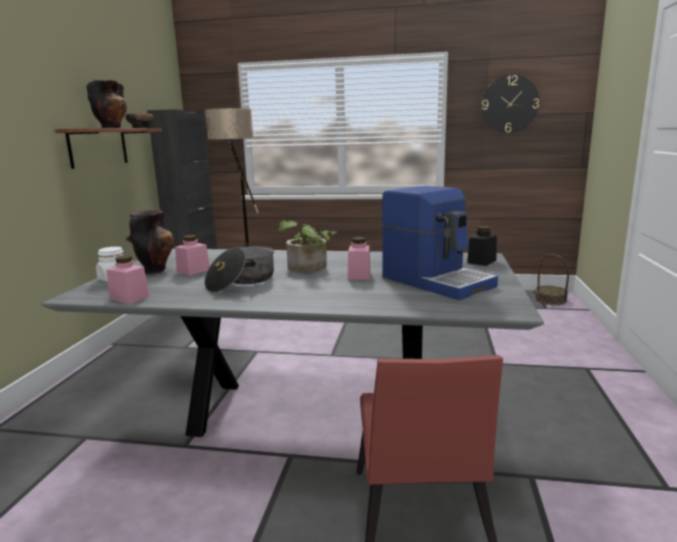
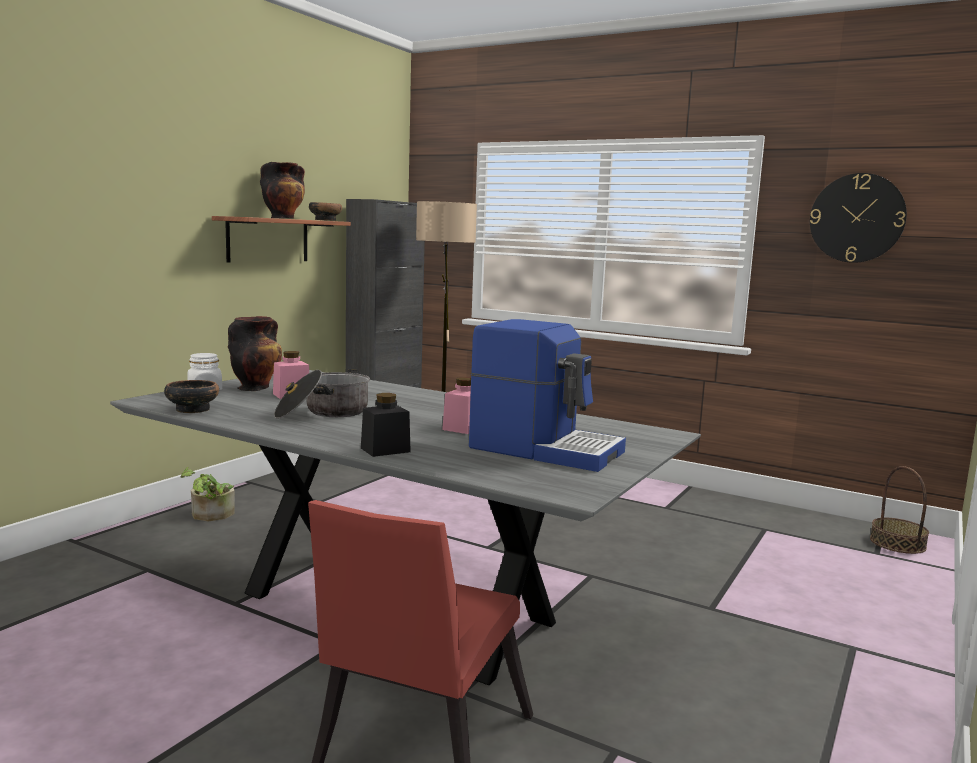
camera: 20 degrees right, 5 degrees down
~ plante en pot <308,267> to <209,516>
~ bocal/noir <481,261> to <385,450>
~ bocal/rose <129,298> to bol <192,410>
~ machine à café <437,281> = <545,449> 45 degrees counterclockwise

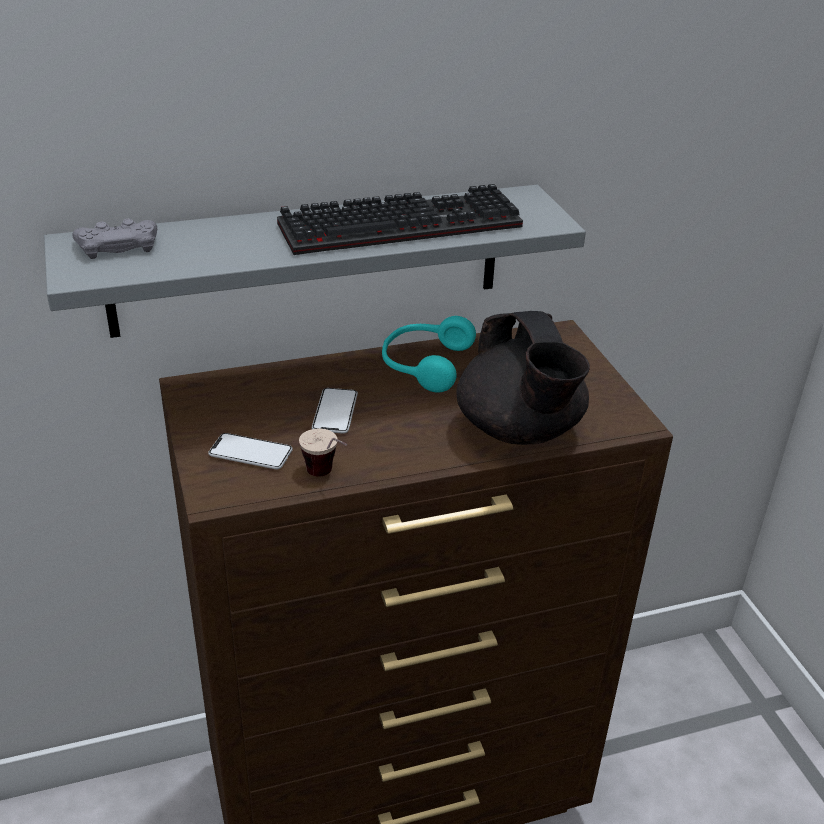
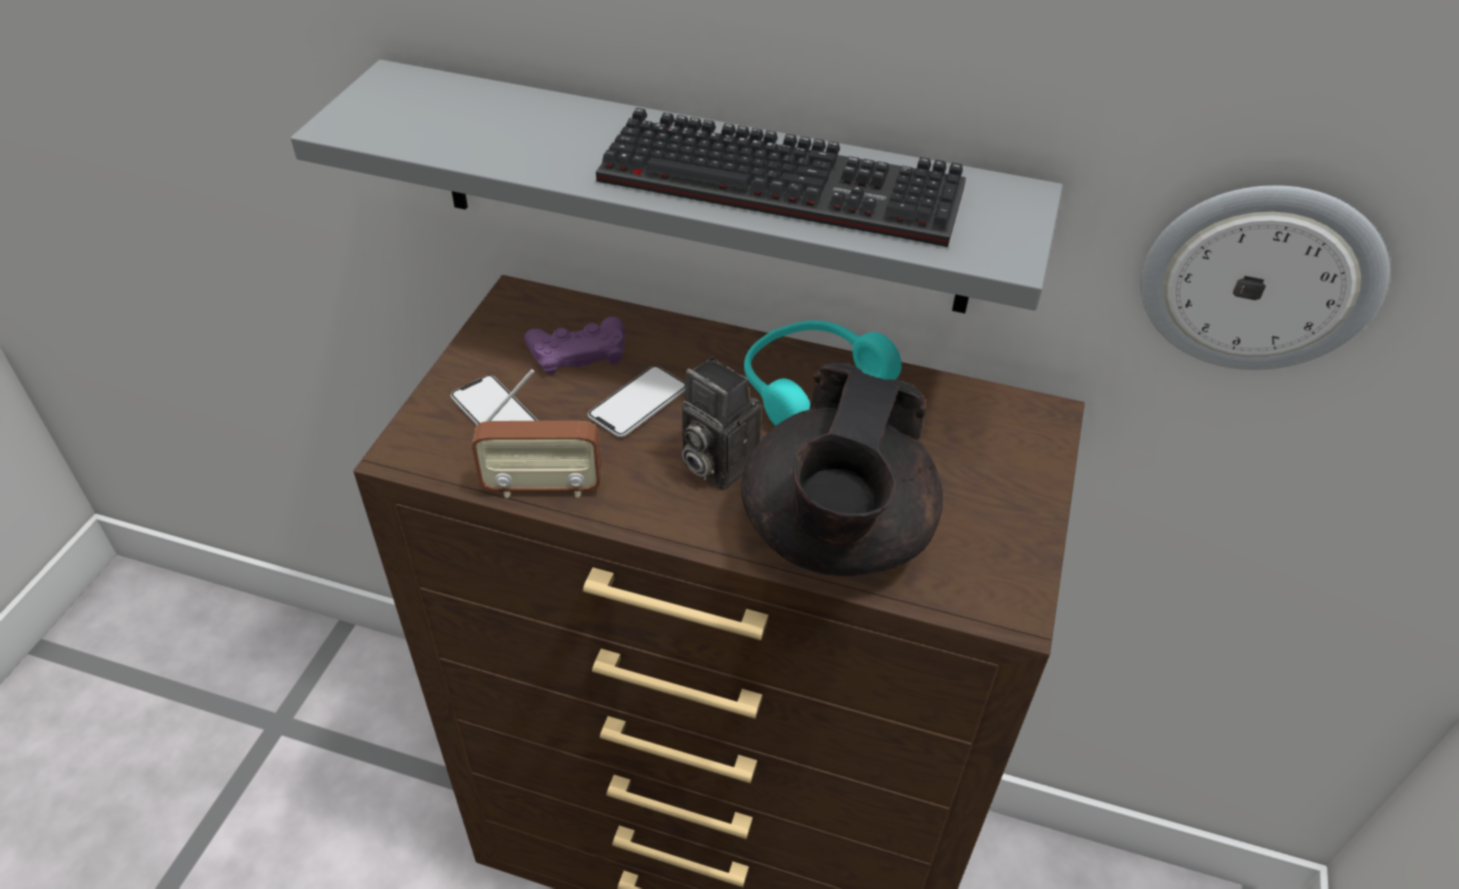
camera: 35 degrees right, 10 degrees up
- manette/gris <118,245>
+ manette/violet <578,352>
+ appareil photo <714,463>
+ horloge murale <1259,278>
~ tasse <327,477> to radio <542,487>

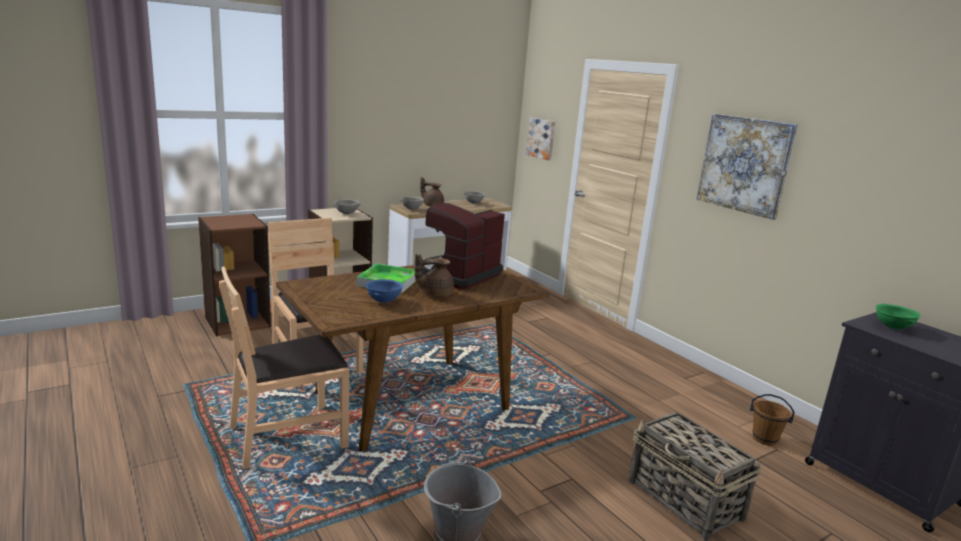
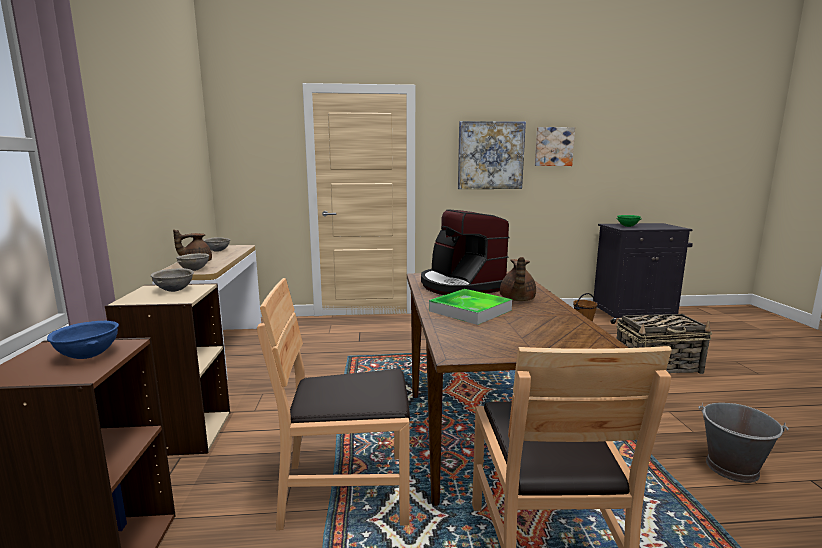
camera: 60 degrees left, 5 degrees down
~ bol/bleu <383,301> to <87,356>
~ tableau <541,138> to <553,146>

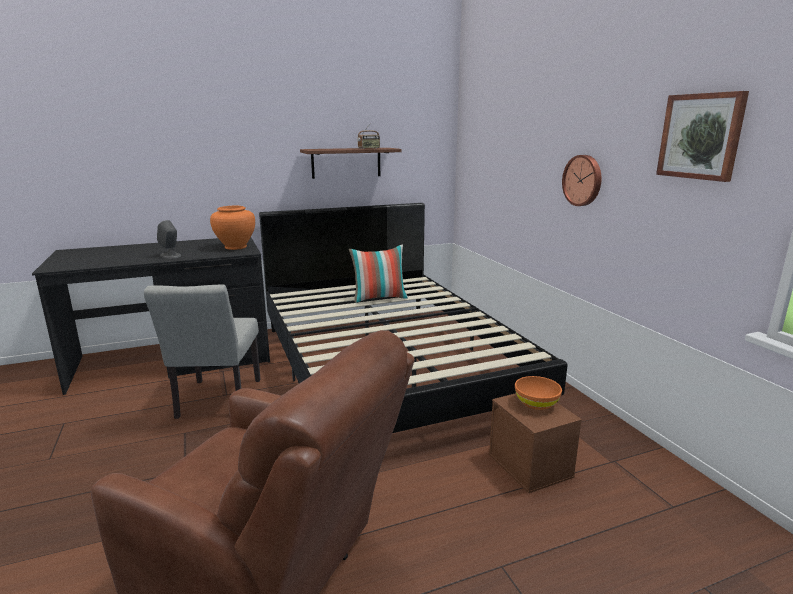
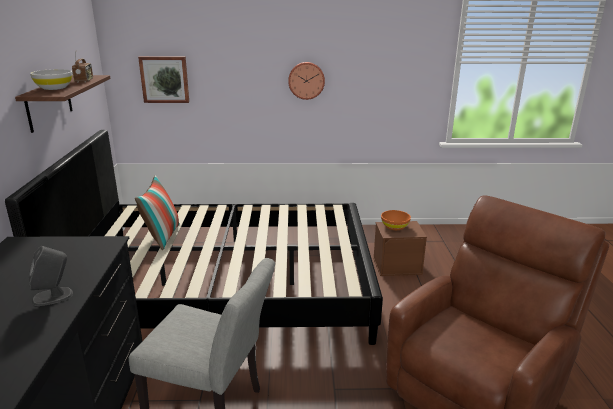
camera: 70 degrees left, 5 degrees up
- vase/orange <235,247>
+ bol/blanc <54,88>
~ tableau <701,136> to <165,79>

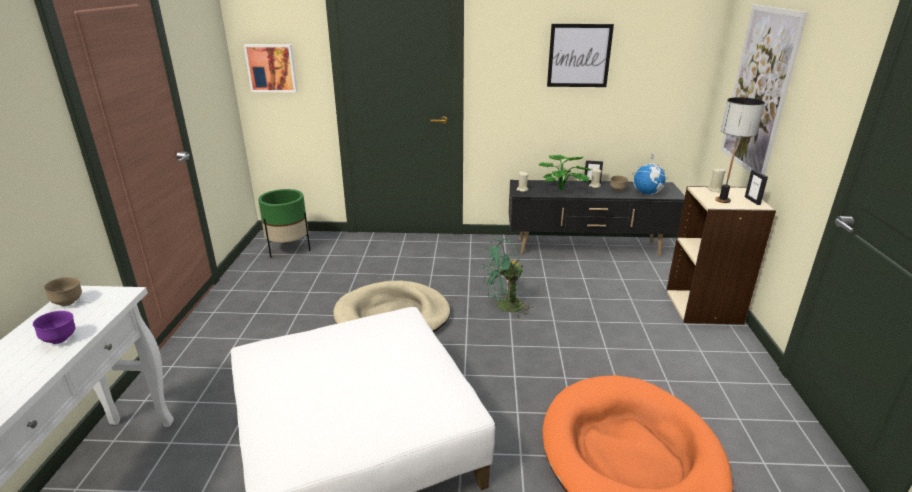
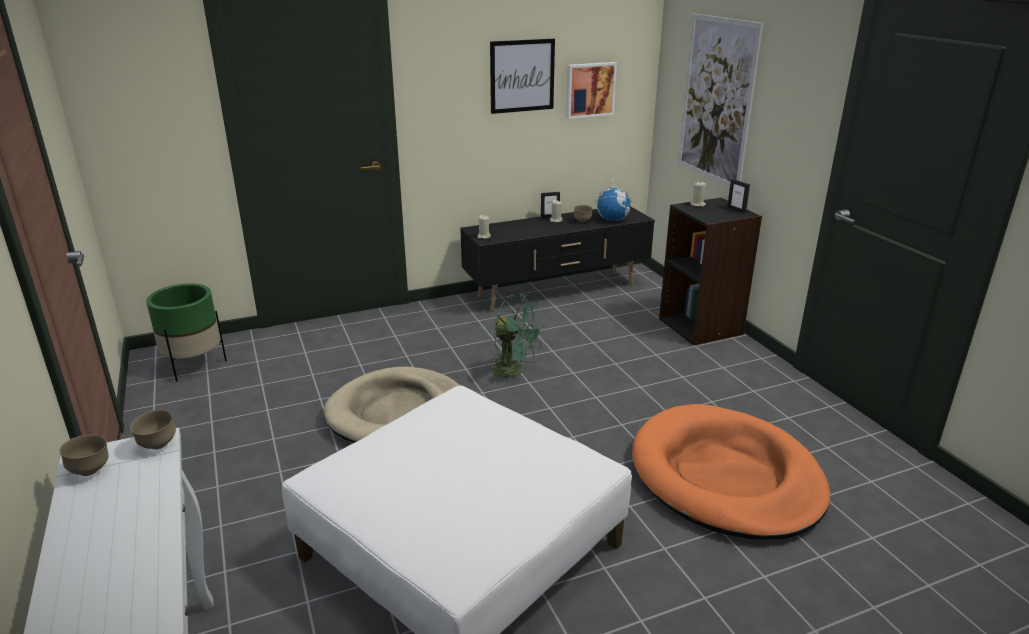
camera: 25 degrees left, 0 degrees up
- bol/violet <61,340>
- plante en pot <563,189>
- lampe de table <723,200>
+ bol/marron <158,446>
~ tableau <272,68> to <589,89>
~ bibliothèque/beige <704,307> to bibliothèque/noir <701,326>
~ ventilateur/vert <504,307> = <514,371> 105 degrees counterclockwise

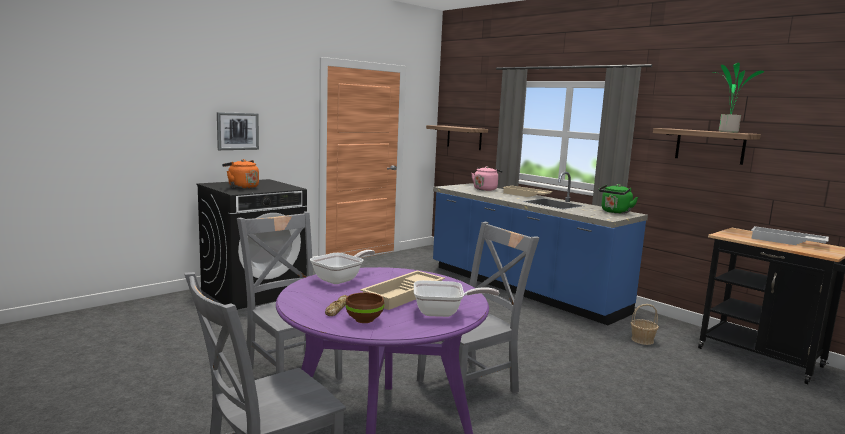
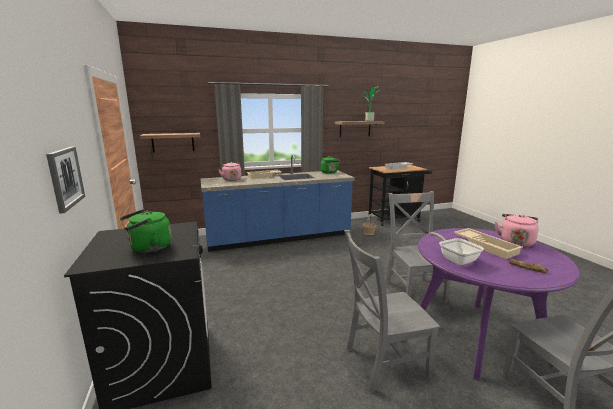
camera: 65 degrees left, 5 degrees up
- bol/marron <364,320>
~ poêle <444,313> to bouilloire/rose <515,242>
~ bouilloire/orange <242,187> to bouilloire/vert <148,248>

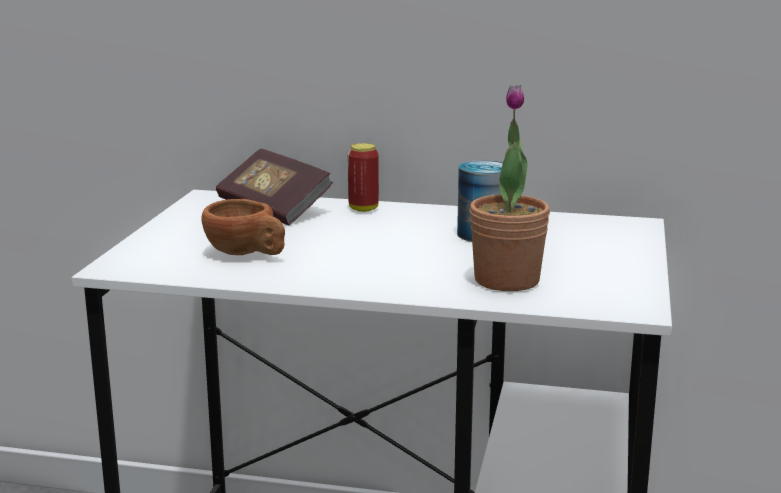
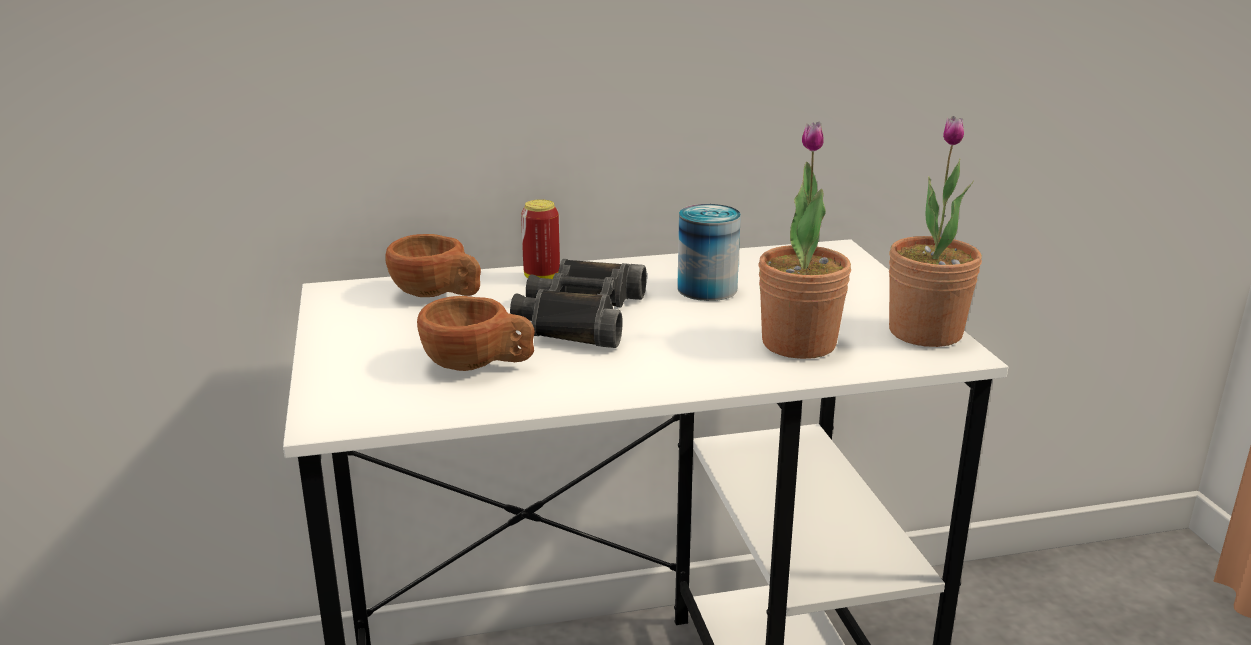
camera: 25 degrees left, 5 degrees up
+ jumelles/noir <579,316>
+ plante en pot <925,332>
~ livre <274,209> to tasse/marron <438,295>

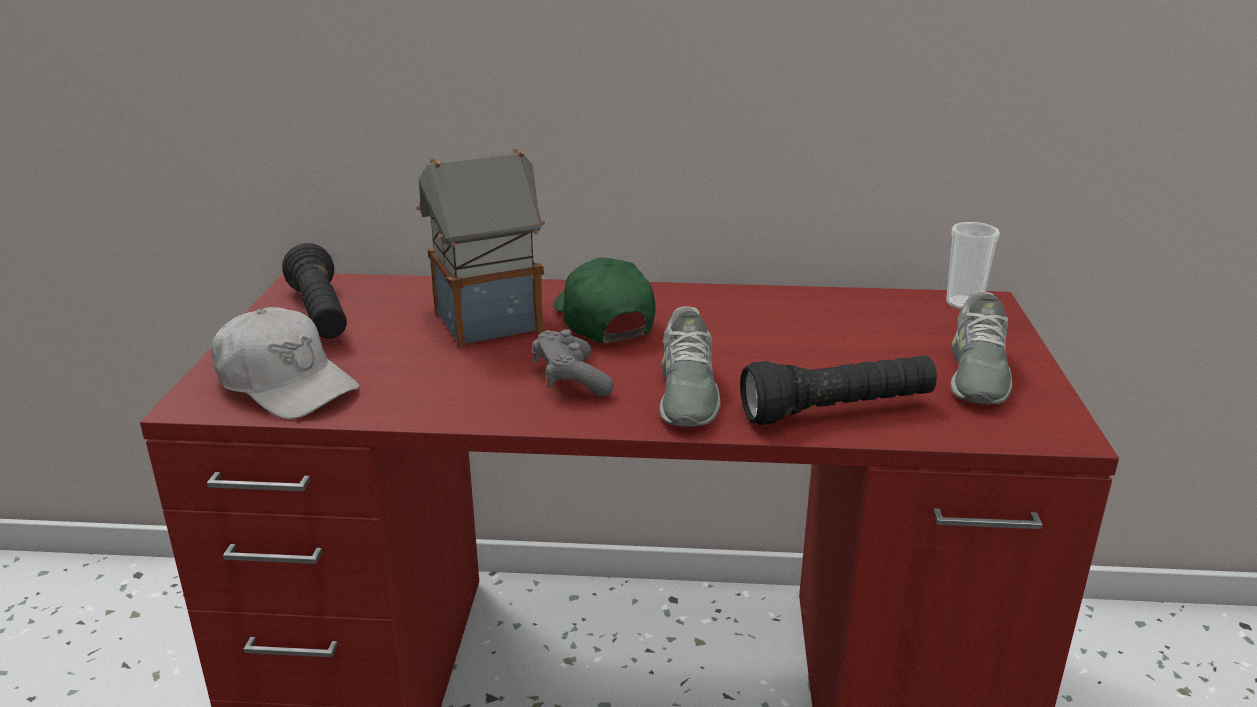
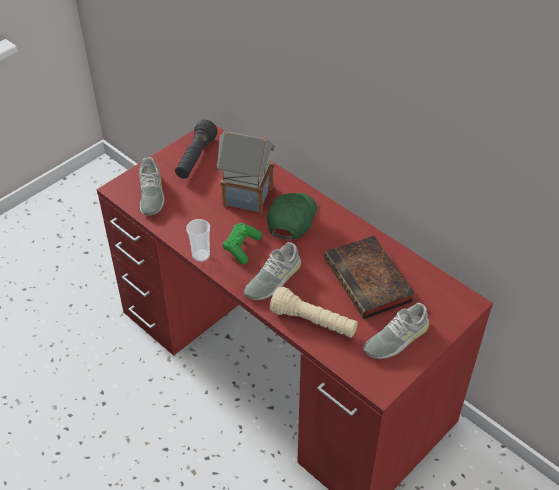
camera: 40 degrees right, 20 degrees up
+ livre <370,282>
~ tasse <963,304> to <201,255>
~ casquette/blanc <285,384> to chaussure/gris <150,194>
~ manette/gris <571,379> to manette/vert <241,247>
~ lampe de poche/noir <837,410> to lampe de poche/beige <313,322>

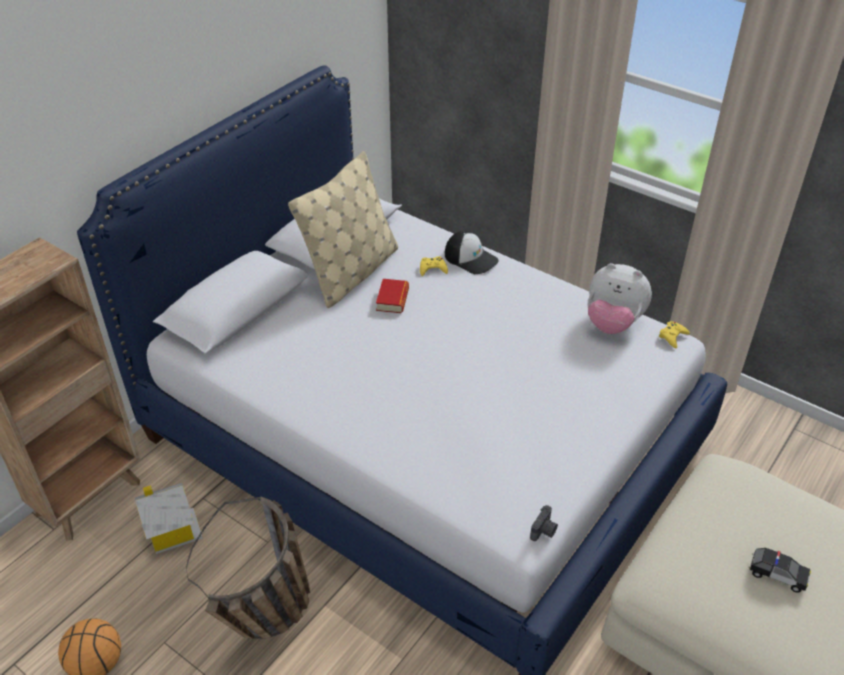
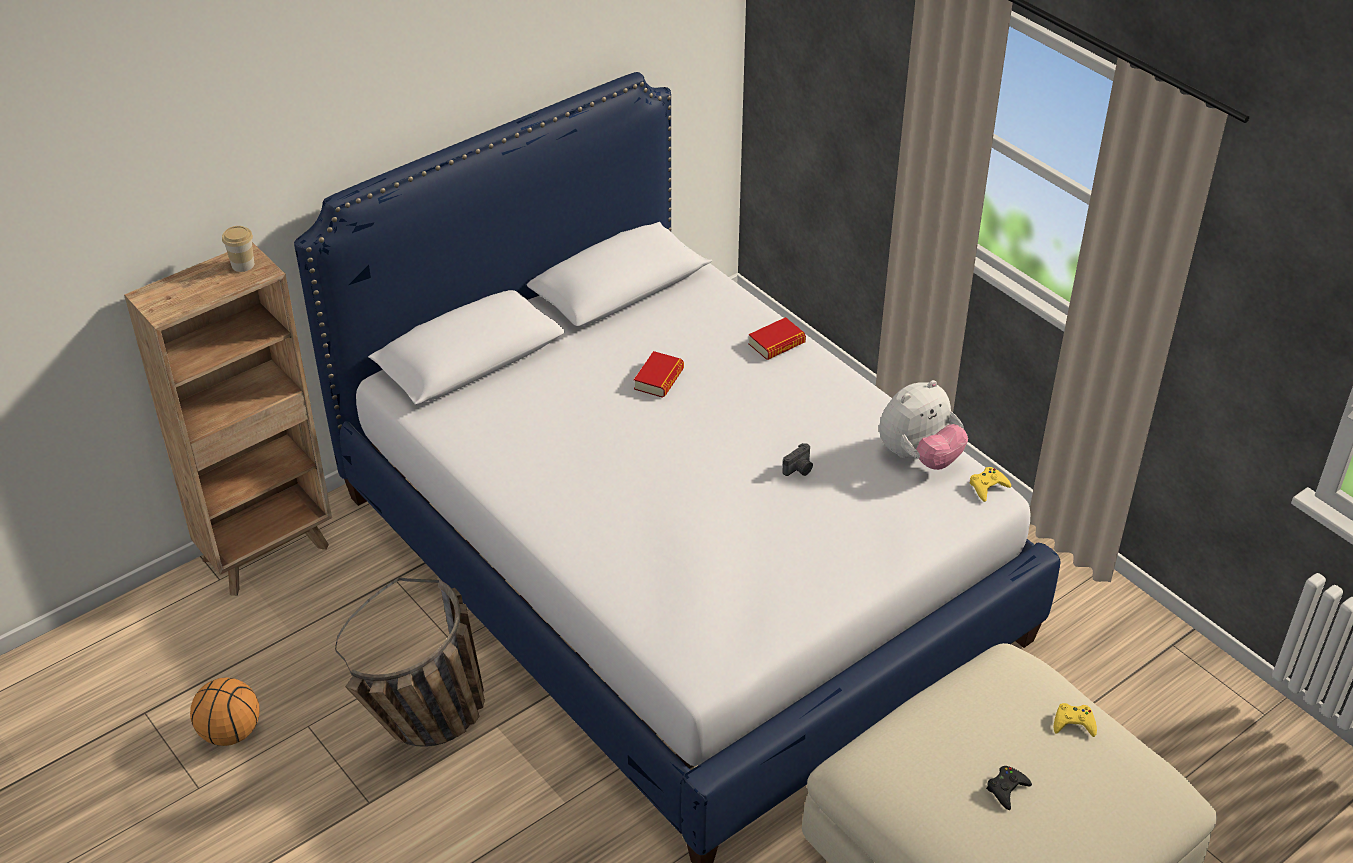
camera: 15 degrees right, 0 degrees up
- maison miniature <172,531>
- coussin/beige <351,273>
+ tasse <243,265>
~ manette/jaune <432,269> to <1073,723>
~ appareil photo <544,531> to <799,469>
~ casquette <471,258> to livre <776,344>
~ petite voiture <777,574> to manette/noir <1006,789>
~ peluche <612,323> = <919,457> 75 degrees counterclockwise

